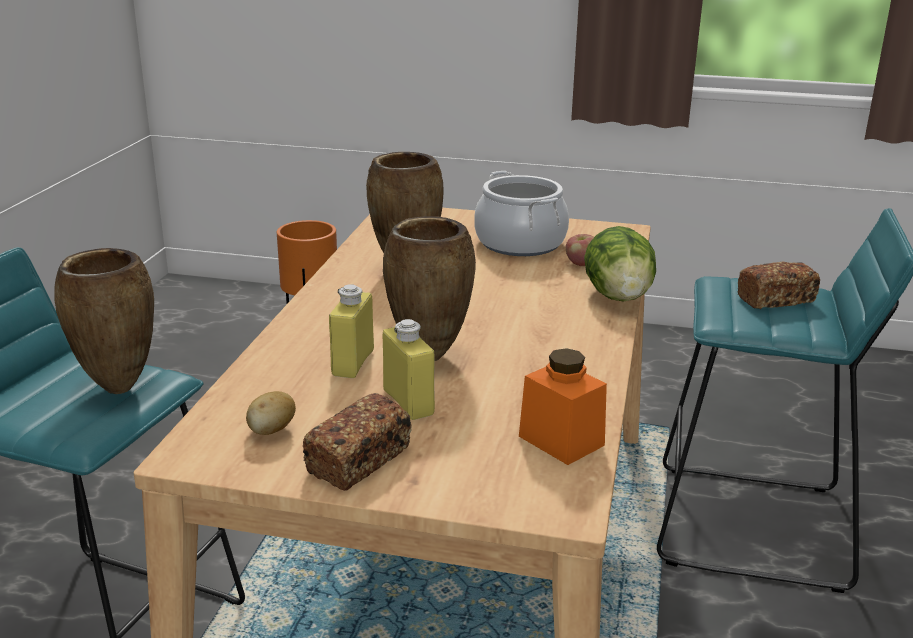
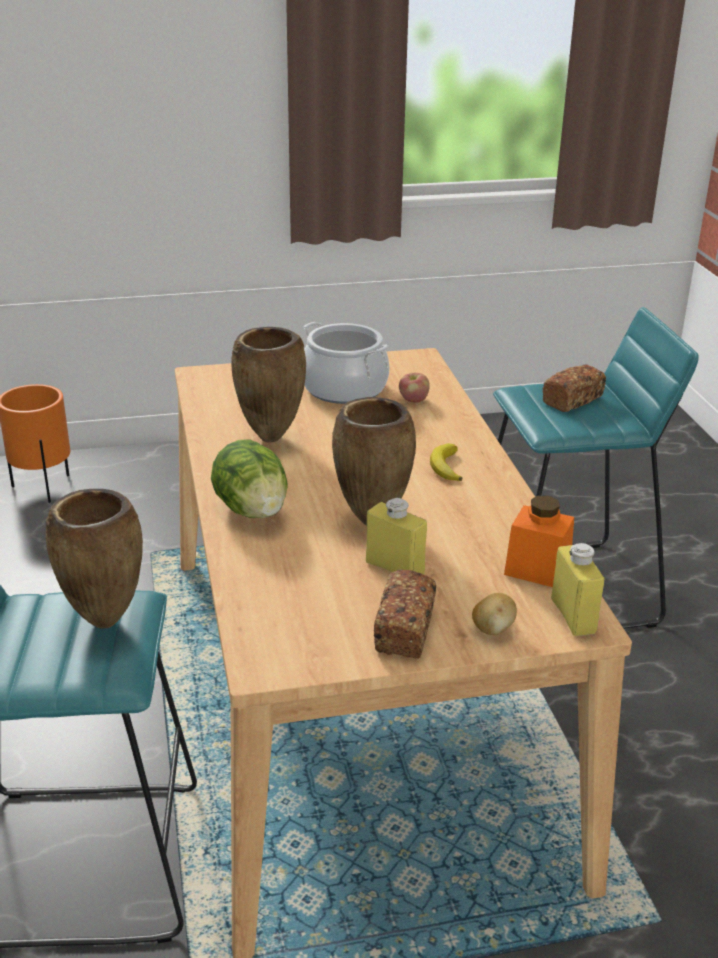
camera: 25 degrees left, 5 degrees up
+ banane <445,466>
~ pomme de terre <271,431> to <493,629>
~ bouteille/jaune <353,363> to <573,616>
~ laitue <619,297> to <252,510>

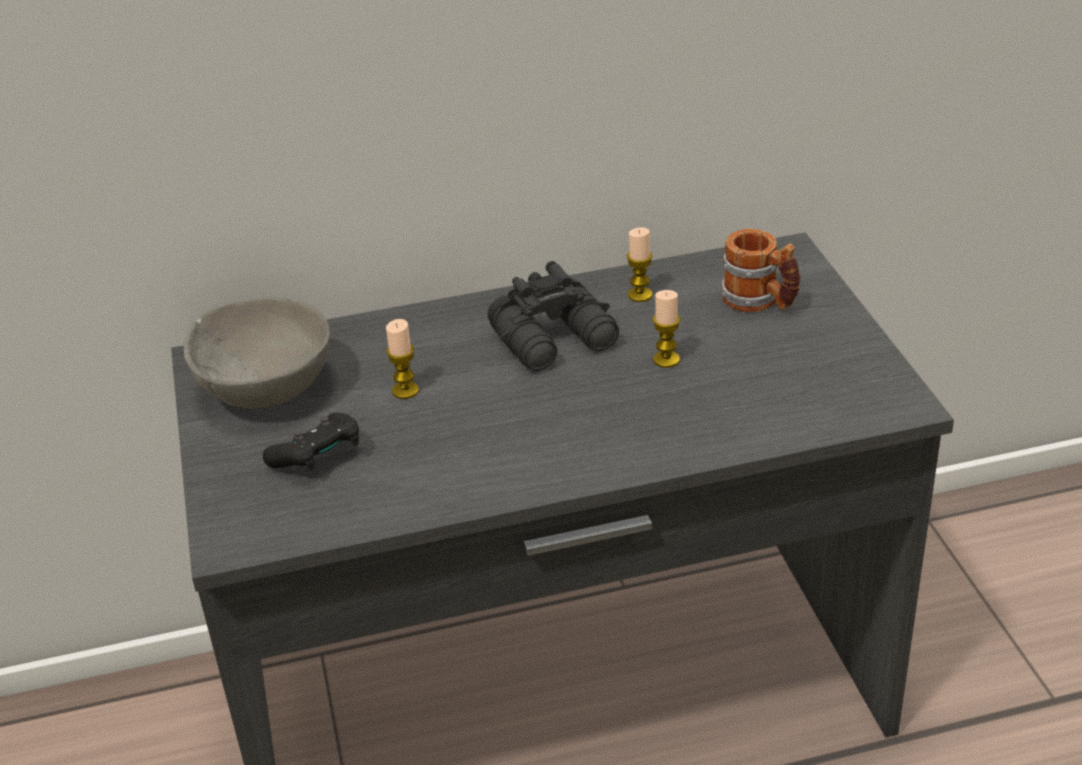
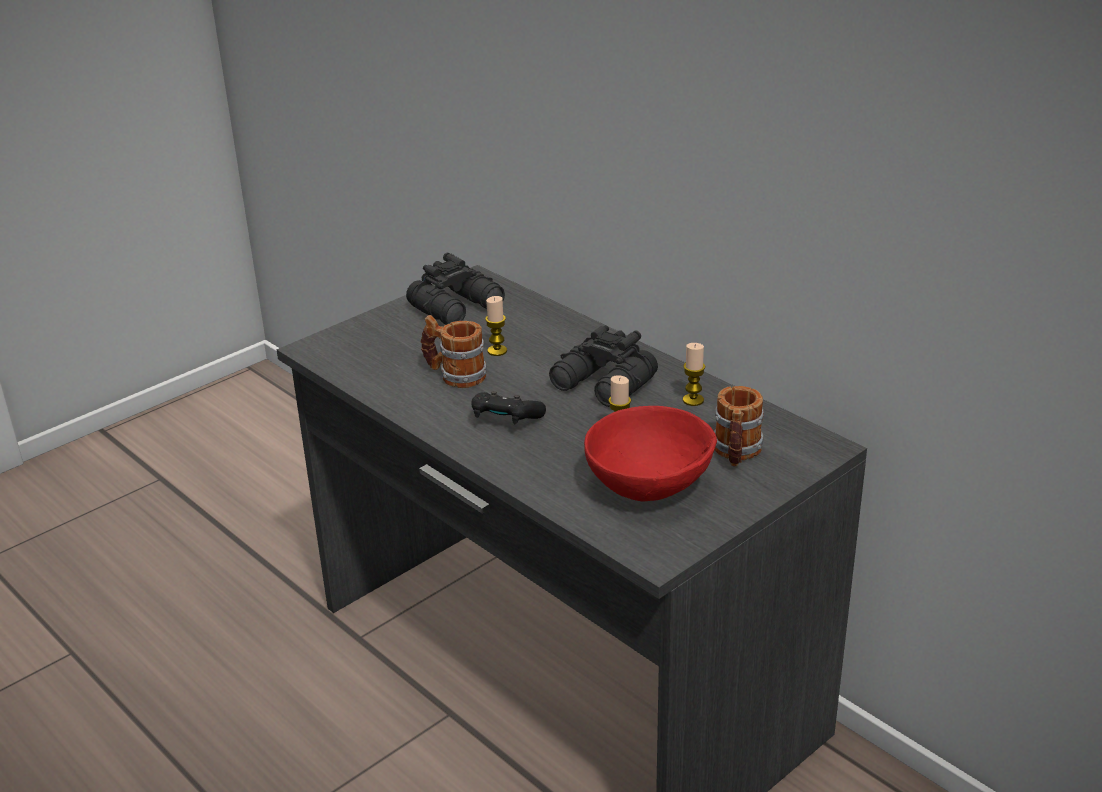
camera: 60 degrees right, 5 degrees down
+ mug <455,375>
+ bol/rouge <650,485>
~ manette/noir <318,458> to <505,420>
~ bol/gris <266,390> to jumelles/noir <459,307>

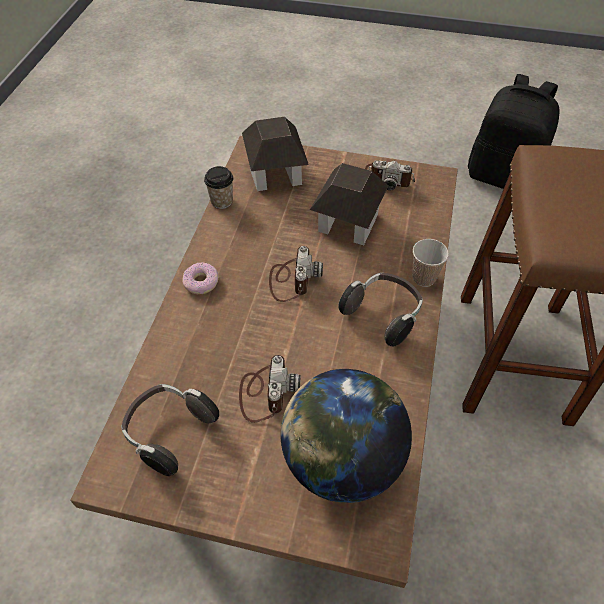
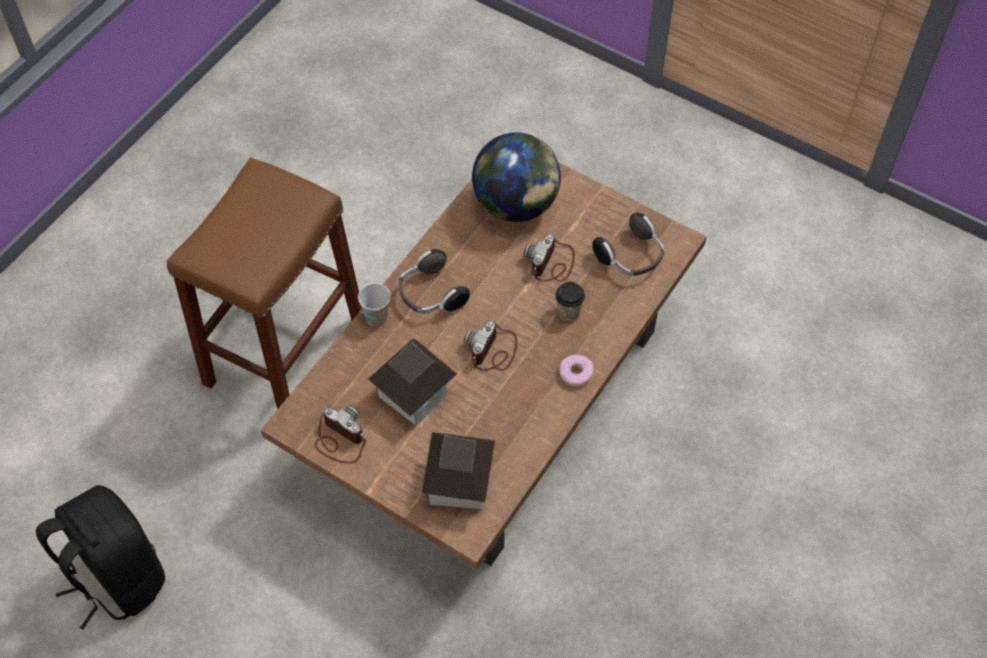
camera: 160 degrees left, 5 degrees up
~ tasse <222,201> to <568,312>

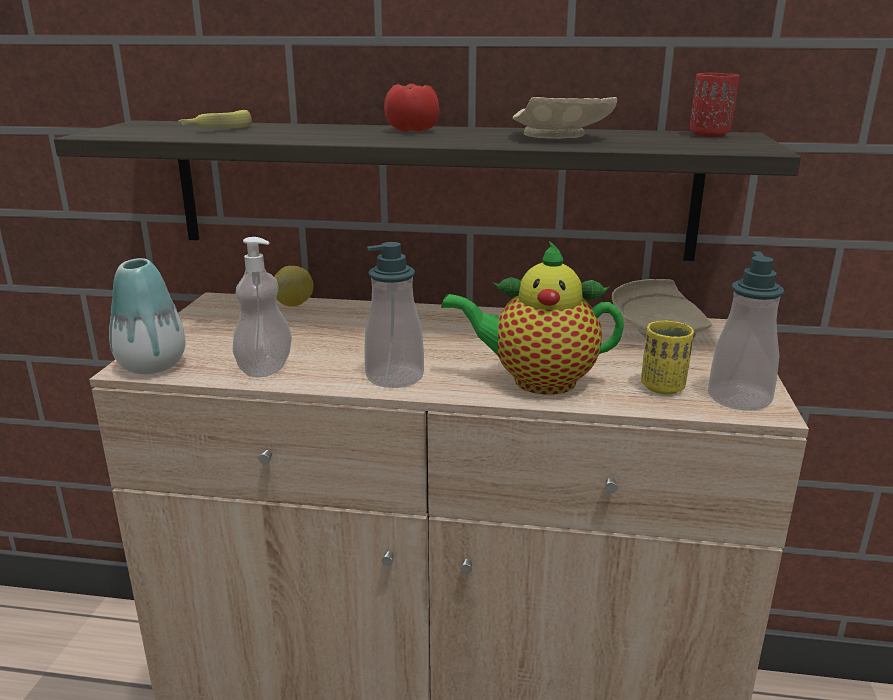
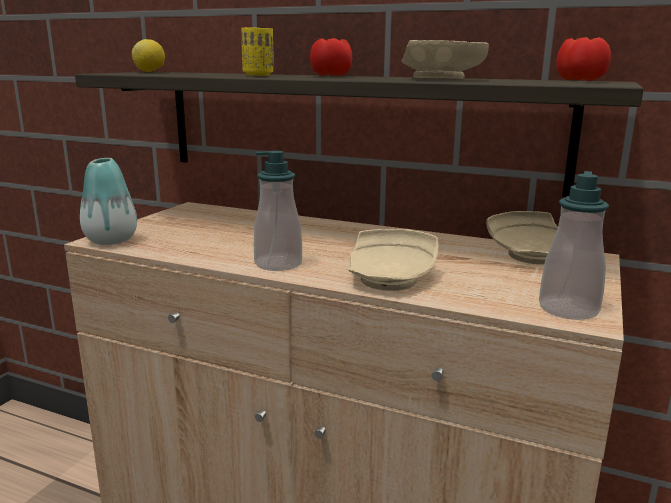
camera: 15 degrees right, 5 degrees down
- banane <216,129>
- distributeur de savon <265,368>
~ citron <294,304> to <150,71>
~ tasse/jaune <663,387> to <258,75>
~ théière <536,381> to assiette/beige <391,278>
~ tasse/rouge <709,135> to tomate <580,80>

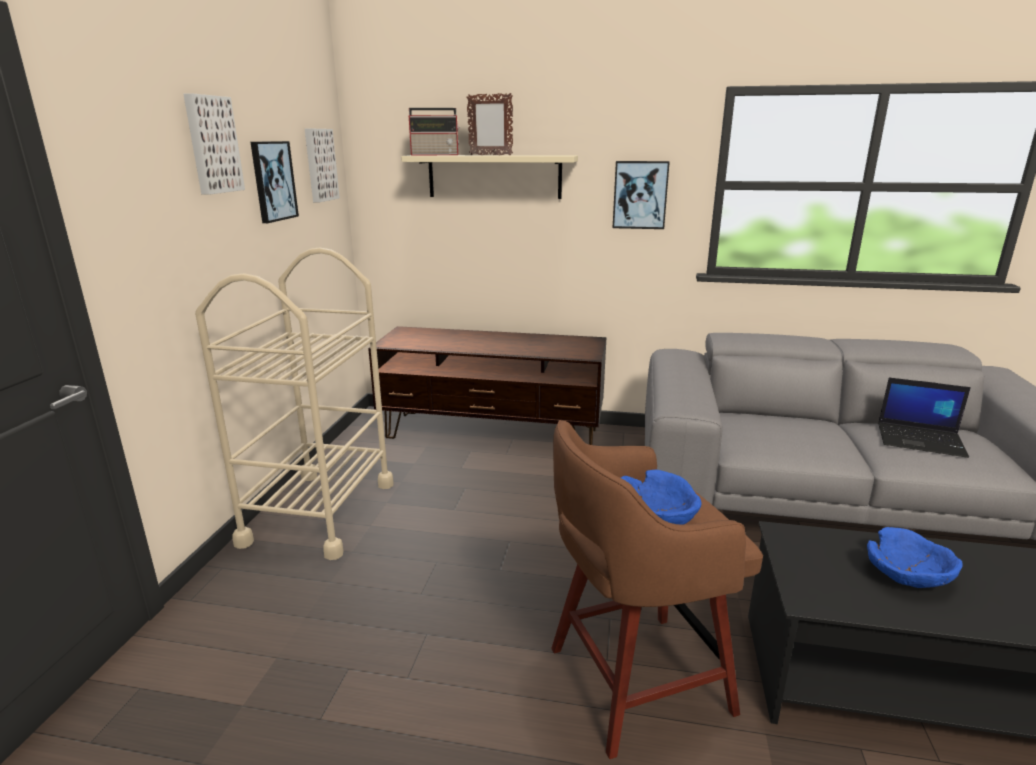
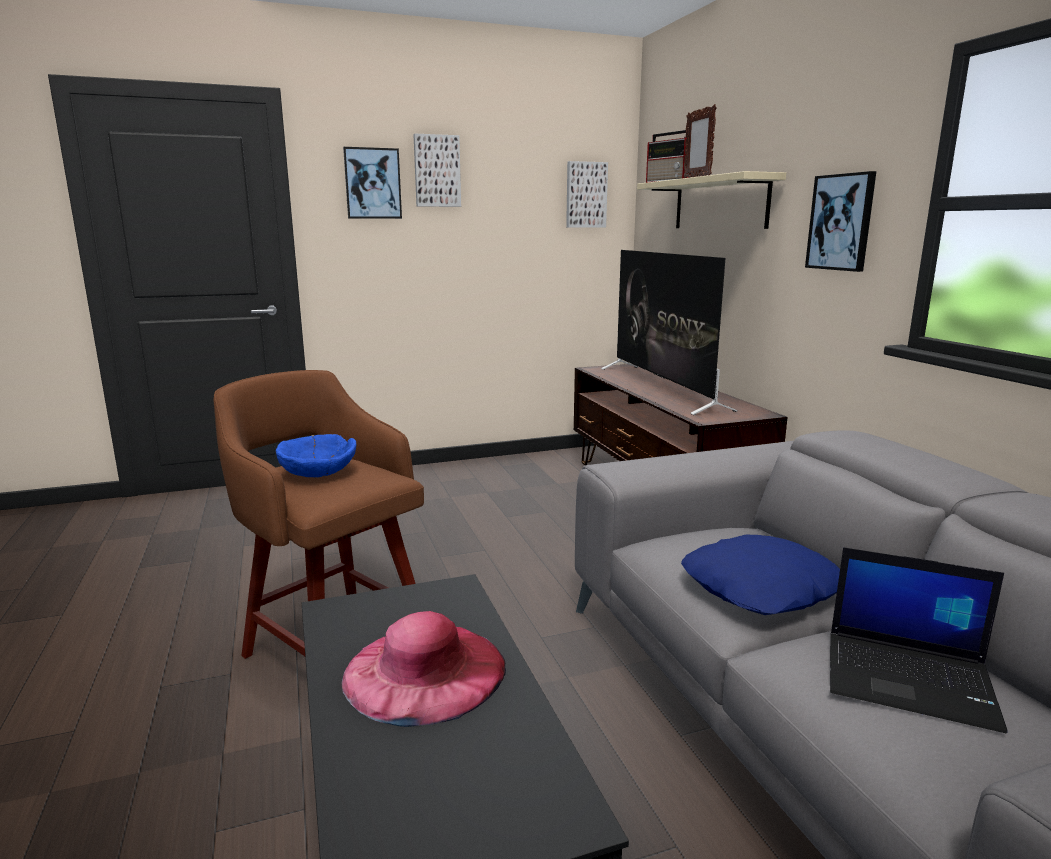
camera: 60 degrees right, 5 degrees down
- chariot/beige <320,512>
+ téléviseur <661,387>
+ coussin/bleu <762,588>
~ tableau <273,181> to <372,183>
~ bol/bleu <908,574> to chapeau/rose <424,670>
~ ordinateur portable <921,440> = <911,679> 60 degrees counterclockwise

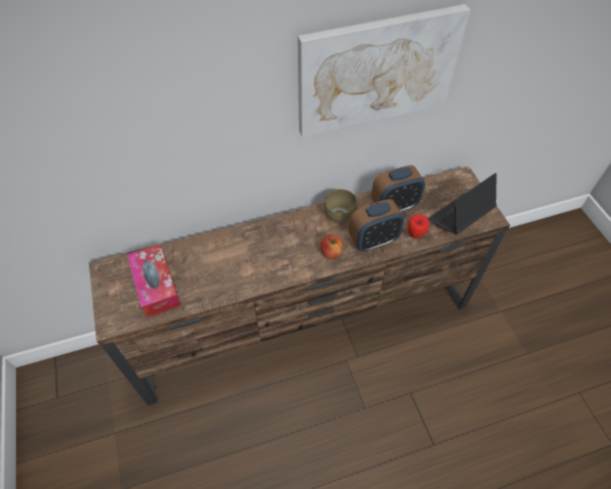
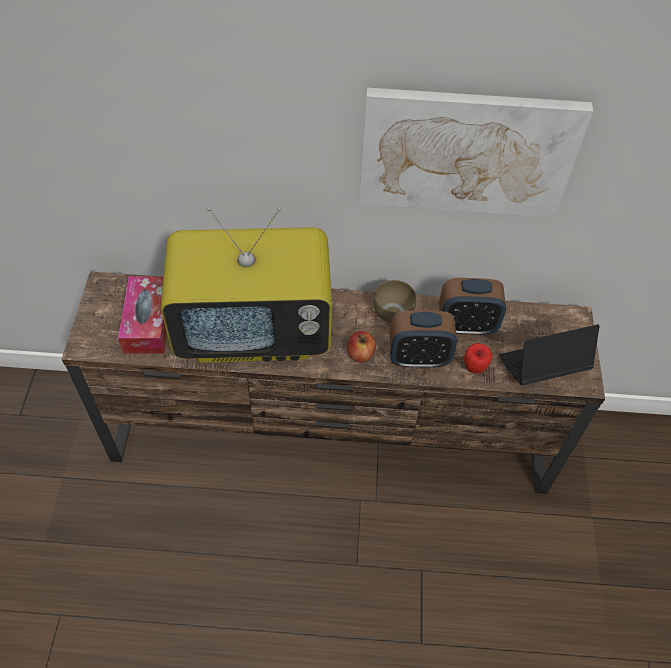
camera: 20 degrees right, 0 degrees up
+ téléviseur <255,332>

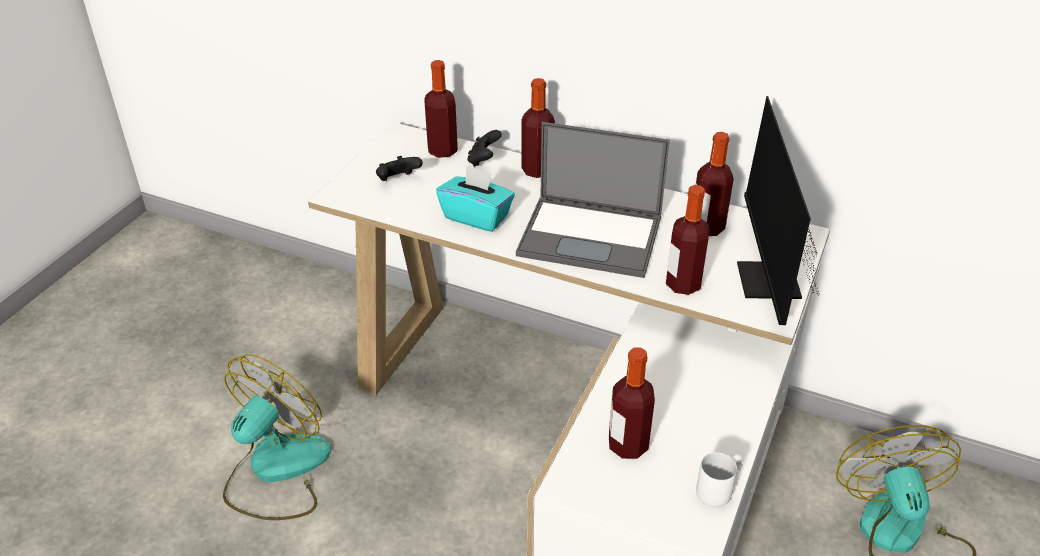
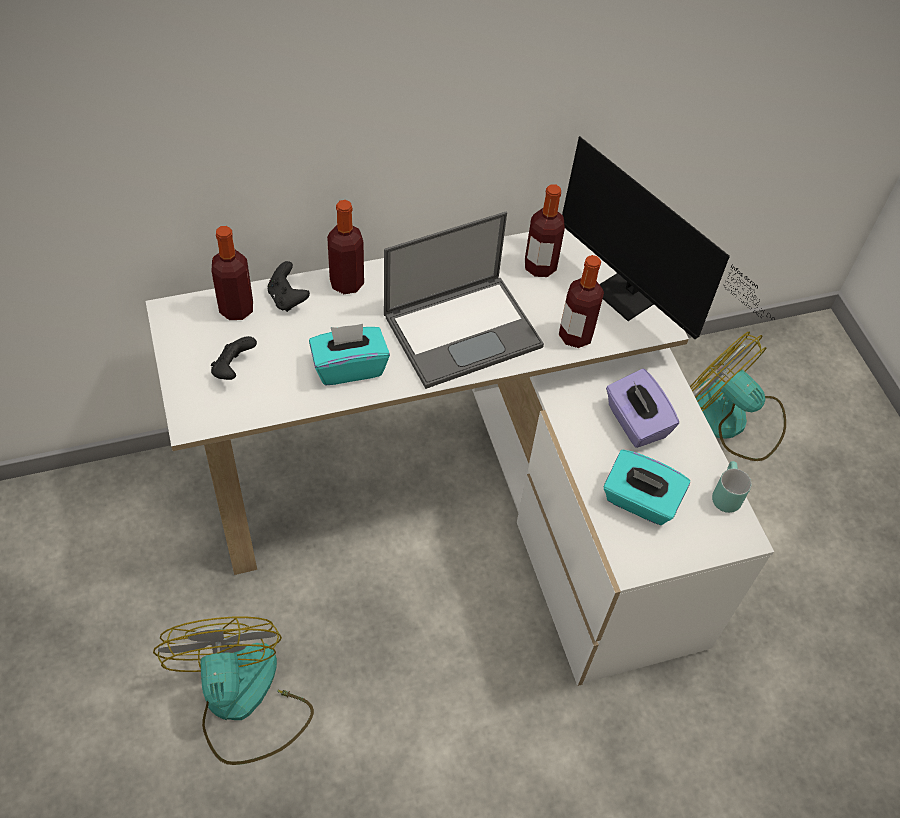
camera: 45 degrees left, 15 degrees up
+ boîte à mouchoirs/violet <635,422>
~ bouteille <628,445> to boîte à mouchoirs/turquoise <639,501>
~ mug/blanc <717,489> to mug/turquoise <723,494>

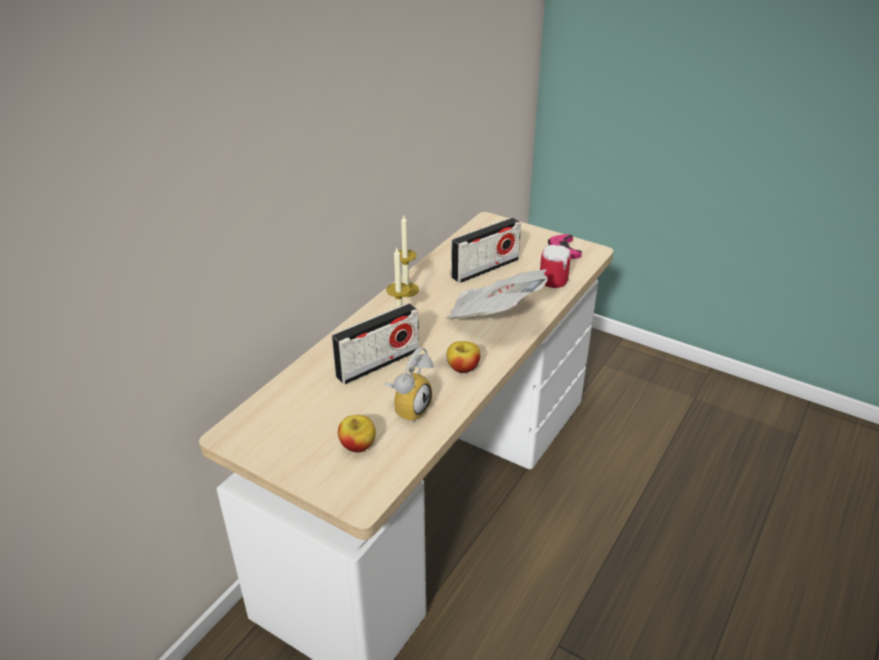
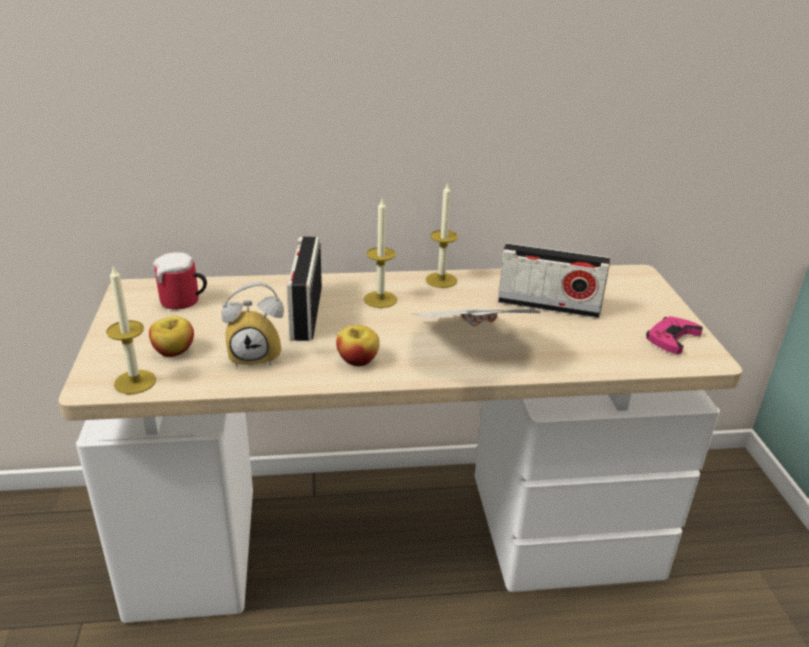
camera: 50 degrees right, 5 degrees down
+ bougie <135,382>
~ mug <557,280> to <184,302>
~ radio <378,363> = <306,313> 75 degrees clockwise

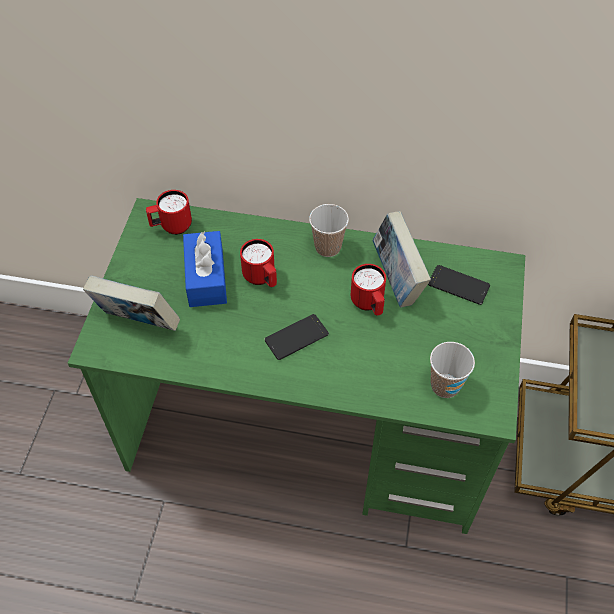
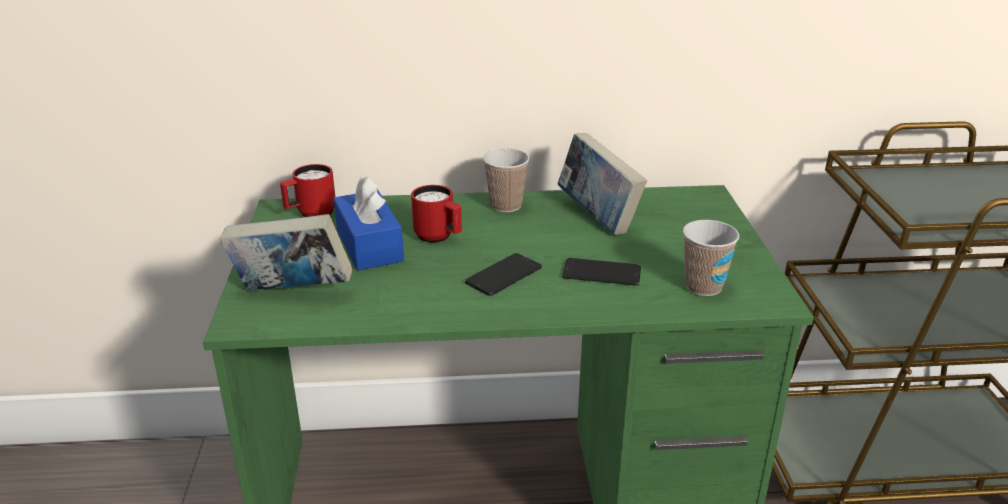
camera: 15 degrees left, 25 degrees down
- mug/rouge <369,304>
~ téléphone <458,285> to <601,273>

